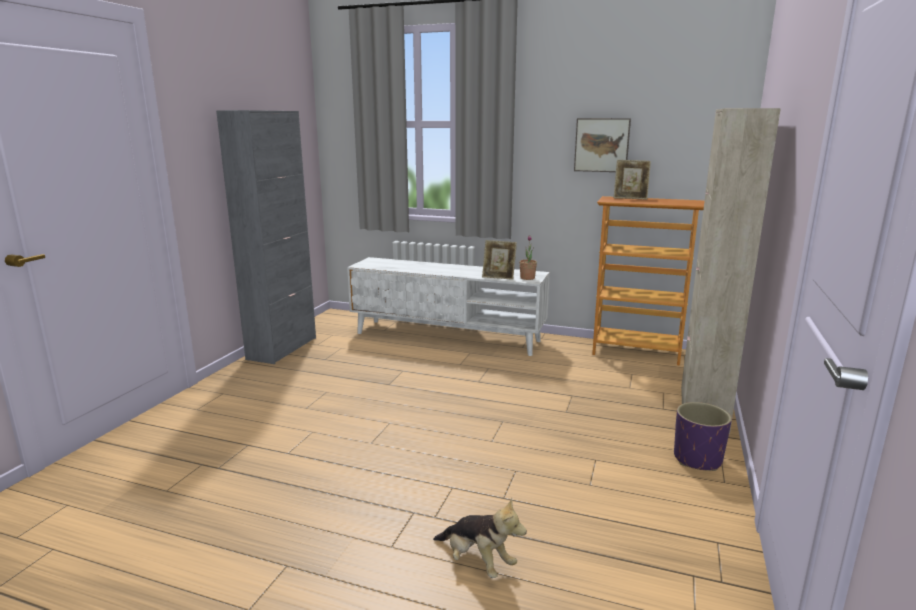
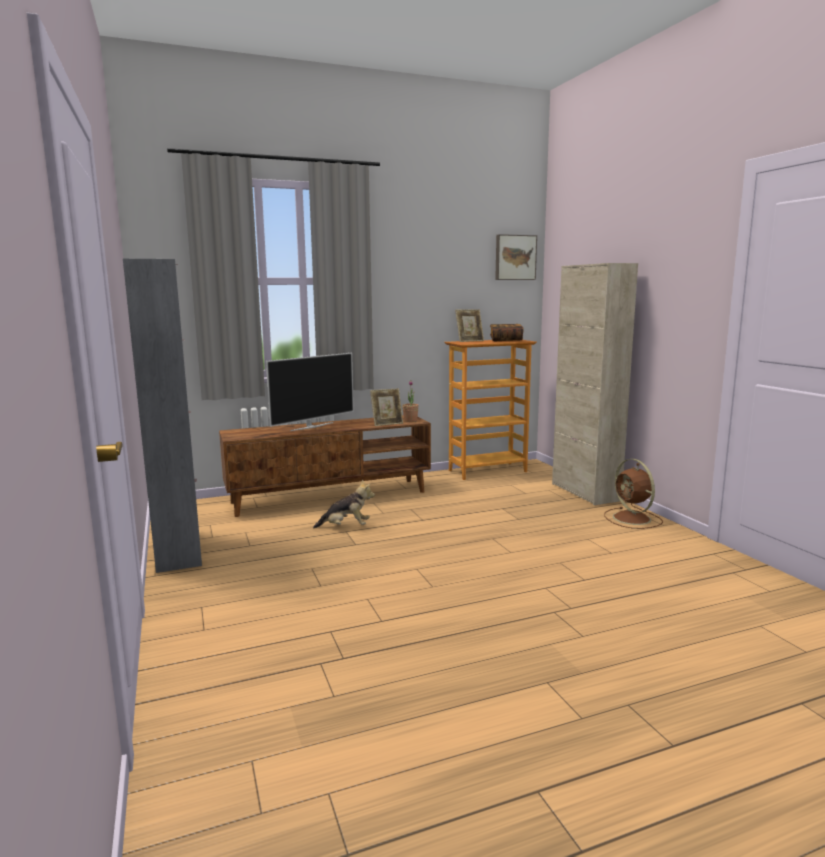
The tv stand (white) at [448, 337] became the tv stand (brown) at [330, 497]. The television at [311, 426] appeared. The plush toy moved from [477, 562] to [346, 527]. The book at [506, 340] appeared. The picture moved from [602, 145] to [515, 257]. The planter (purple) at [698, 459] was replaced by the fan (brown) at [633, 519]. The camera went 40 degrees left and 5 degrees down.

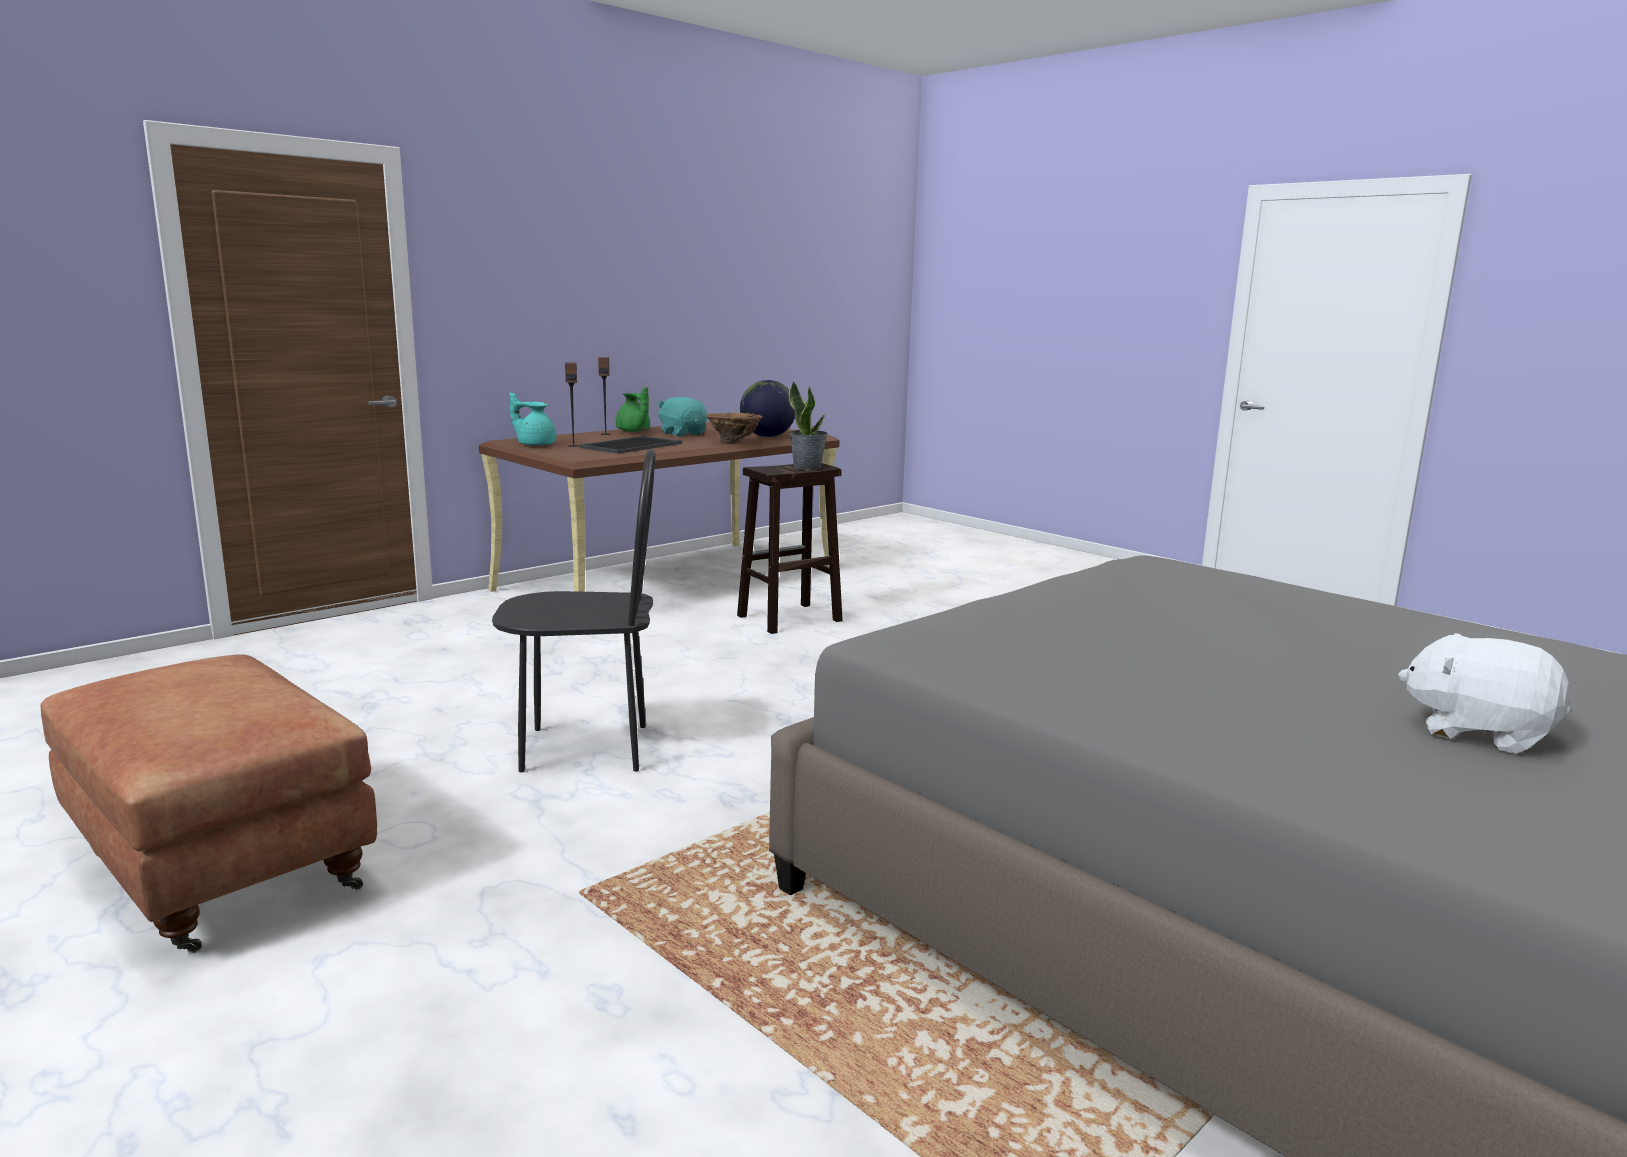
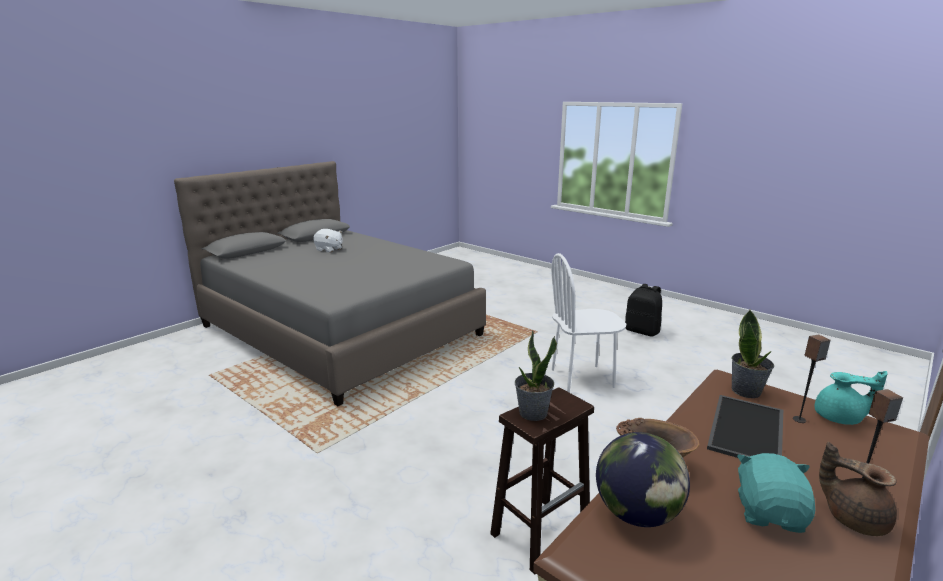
The chair (black) at [585, 748] became the chair (white) at [582, 378]. The ottoman (brown) at [218, 869] was replaced by the backpack (black) at [642, 331]. The potted plant at [746, 391] appeared. The plush toy (turquoise) at [683, 434] turned 120 degrees counterclockwise. The teapot (green) at [634, 431] became the teapot (brown) at [853, 518]. The camera went 175 degrees right and 5 degrees up.

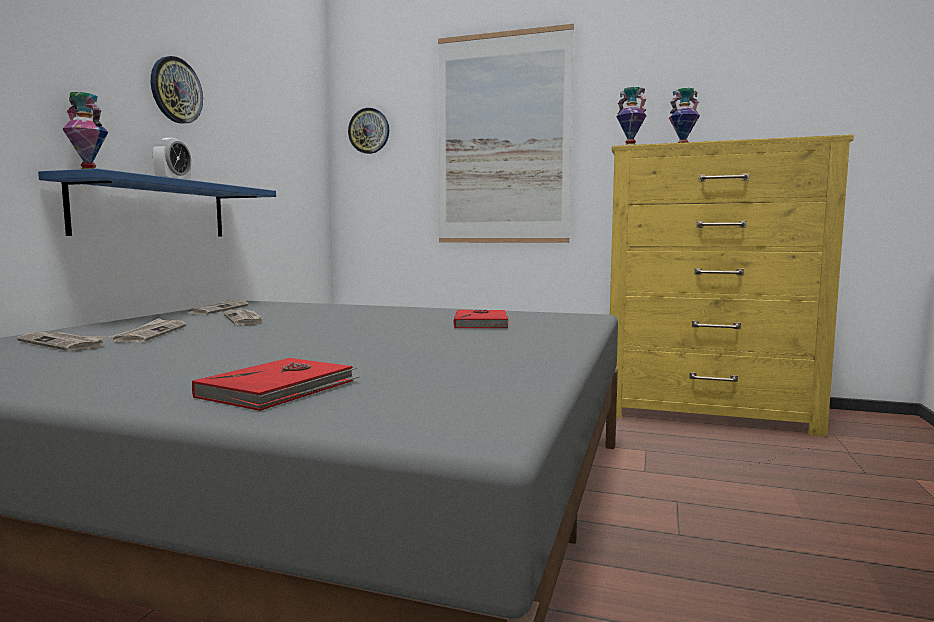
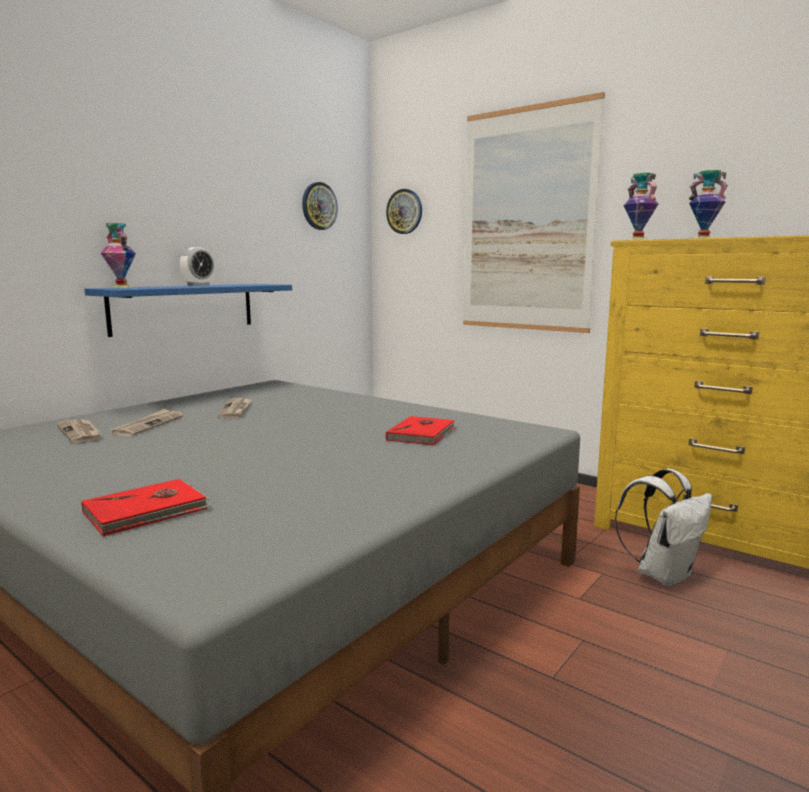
The wall clock moved from [176, 90] to [319, 206]. The backpack (white) at [663, 574] appeared. The newspaper at [218, 309] disappeared. The camera went 20 degrees right and 5 degrees up.

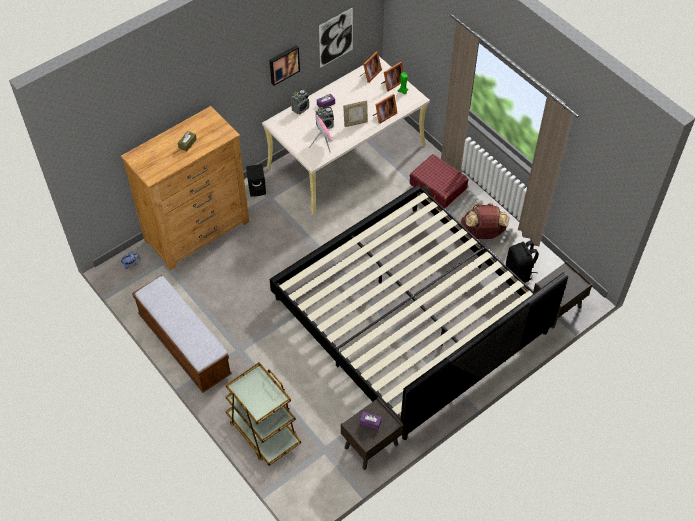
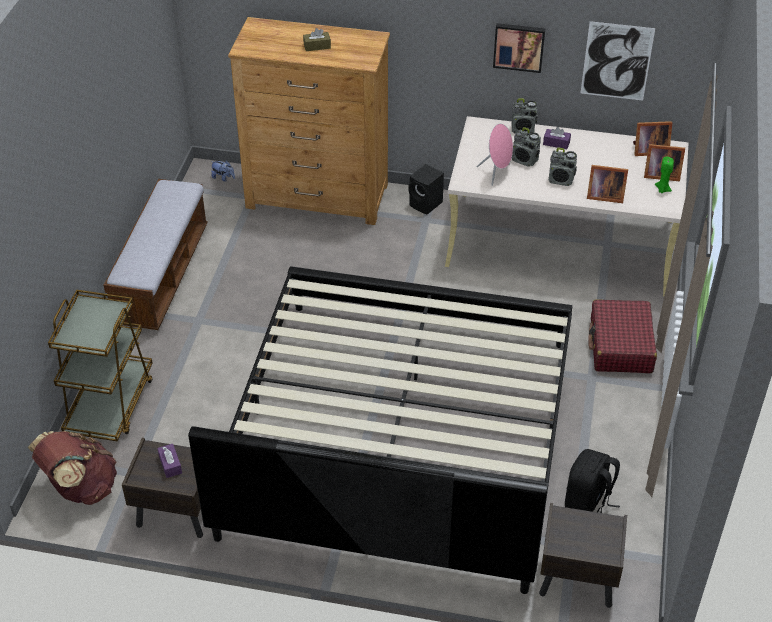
The backpack (brown) moved from [482, 233] to [81, 488]. The picture frame at [355, 123] was replaced by the radio at [561, 180]. The camera went 50 degrees right and 10 degrees down.

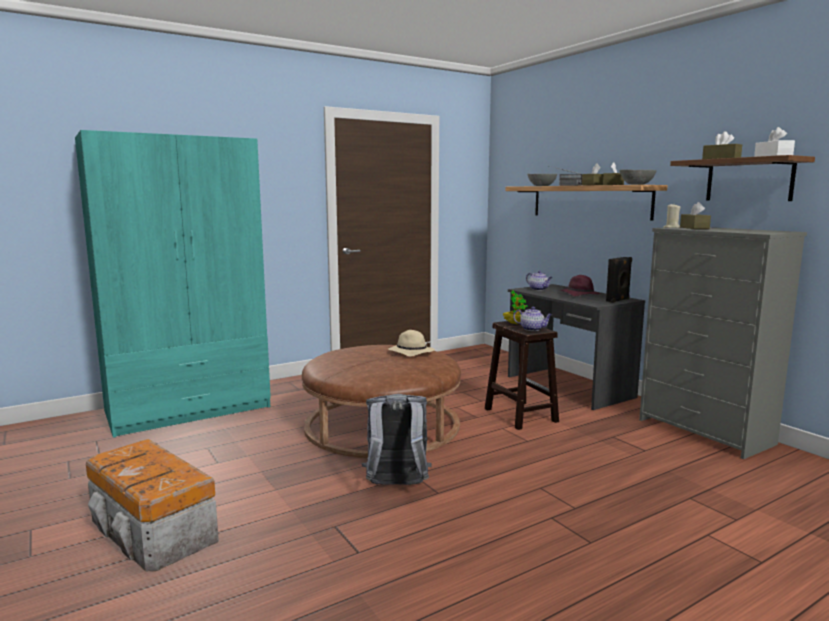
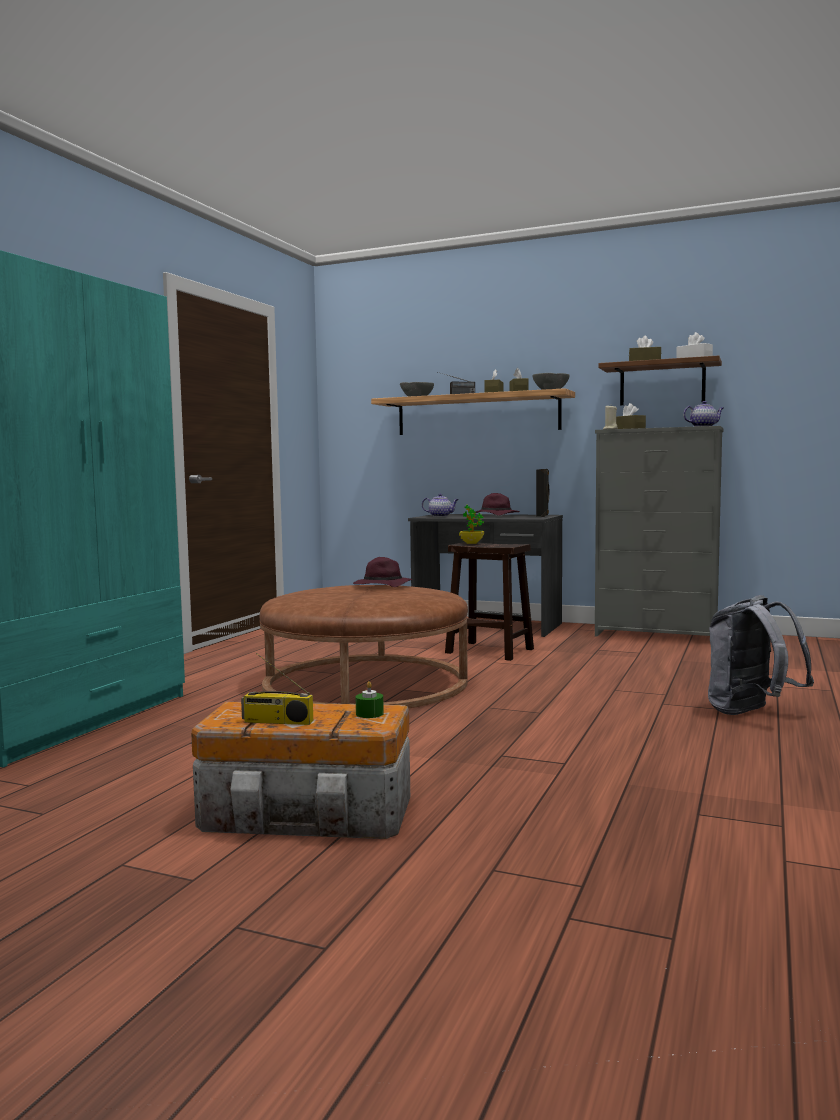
The radio at [276, 722] appeared. The hat (beige) at [410, 352] became the hat (purple) at [382, 586]. The candle (green) at [369, 714] appeared. The teapot moved from [532, 329] to [703, 427]. The backpack (grey) moved from [396, 486] to [751, 713]. The camera went 35 degrees left and 5 degrees down.

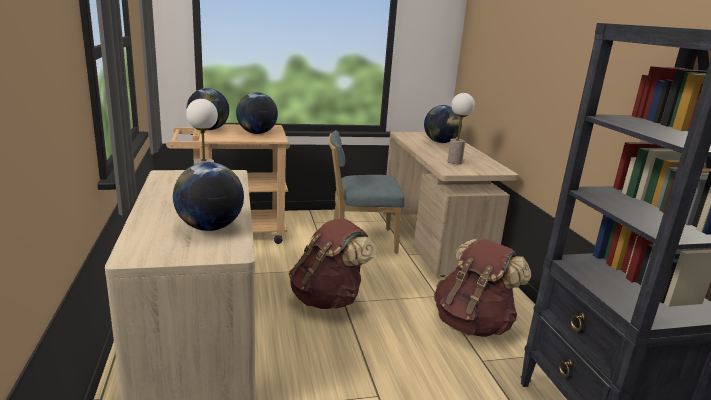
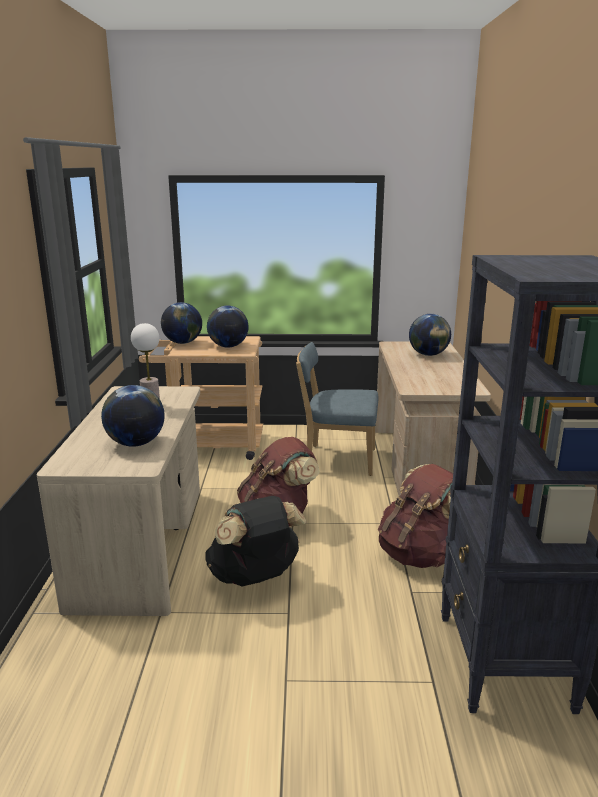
The backpack (black) at [255, 577] appeared. The table lamp at [454, 162] disappeared. The camera went 15 degrees right and 0 degrees up.

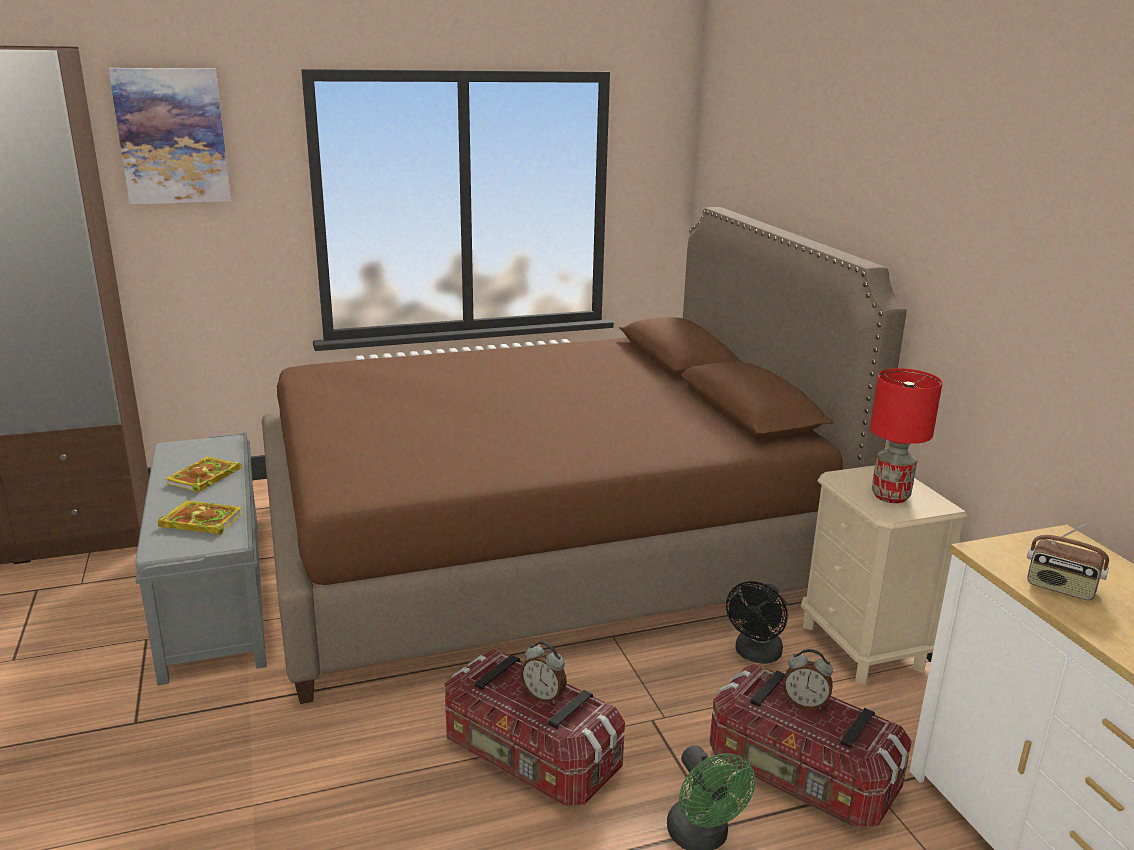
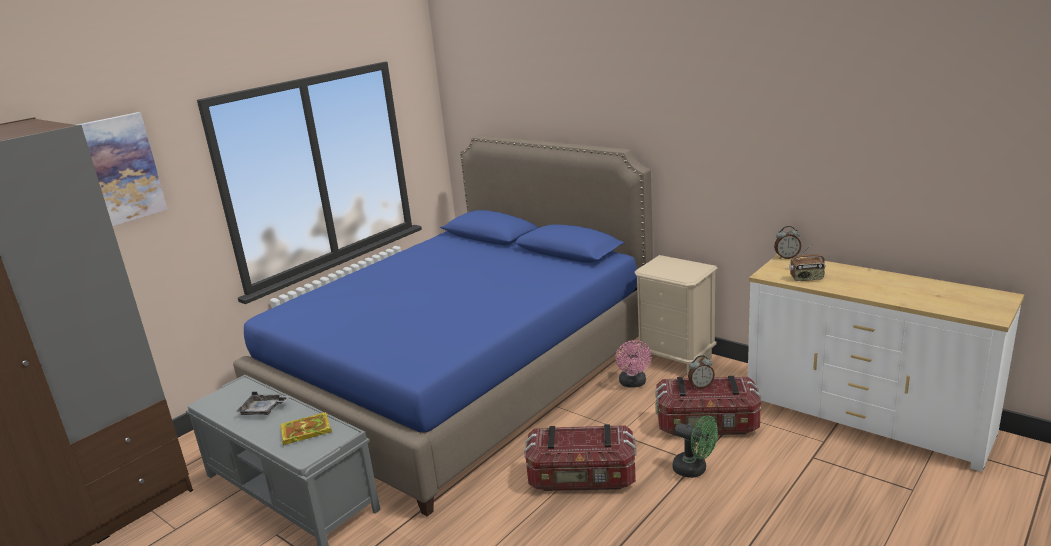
The bed (brown) at [540, 548] became the bed (blue) at [463, 379]. The book at [203, 478] was replaced by the tray (grey) at [263, 410]. The fan (black) at [755, 655] became the fan (pink) at [633, 383]. The alarm clock moved from [543, 696] to [786, 257]. The table lamp (red) at [889, 496] disappeared. The camera went 30 degrees left and 0 degrees up.

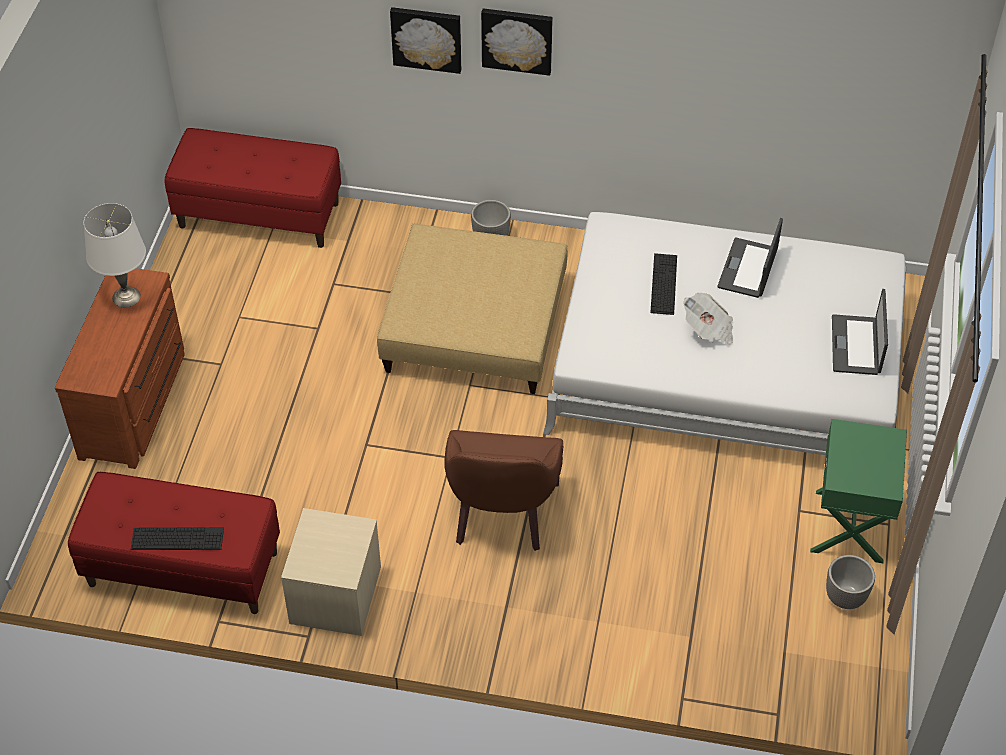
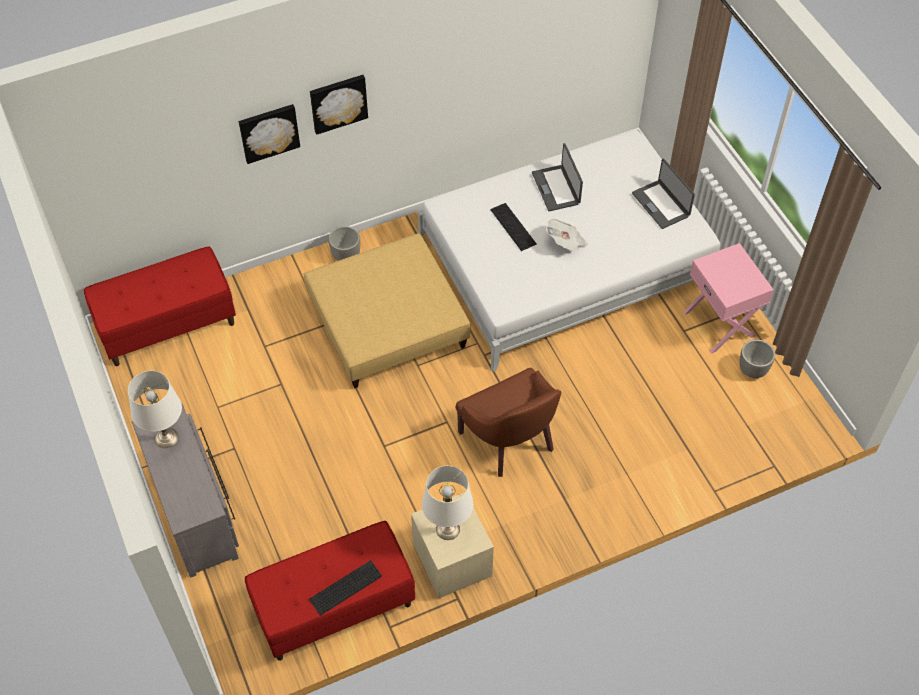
The dresser (brown) at [136, 403] became the dresser (grey) at [197, 511]. The table lamp (white) at [447, 529] appeared. The nightstand (green) at [850, 526] became the nightstand (pink) at [720, 323]. The camera went 35 degrees left and 5 degrees up.

